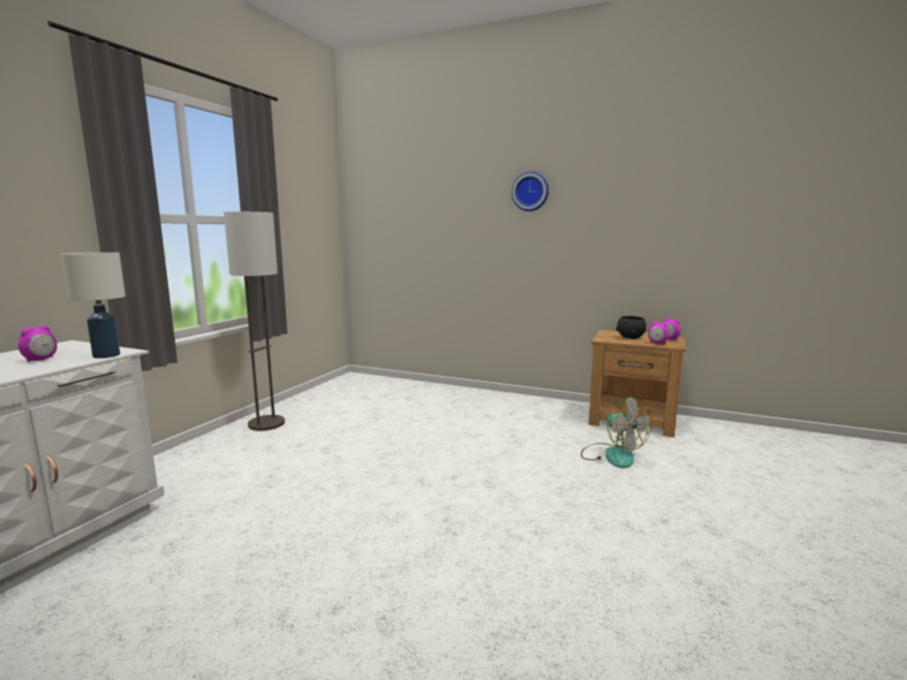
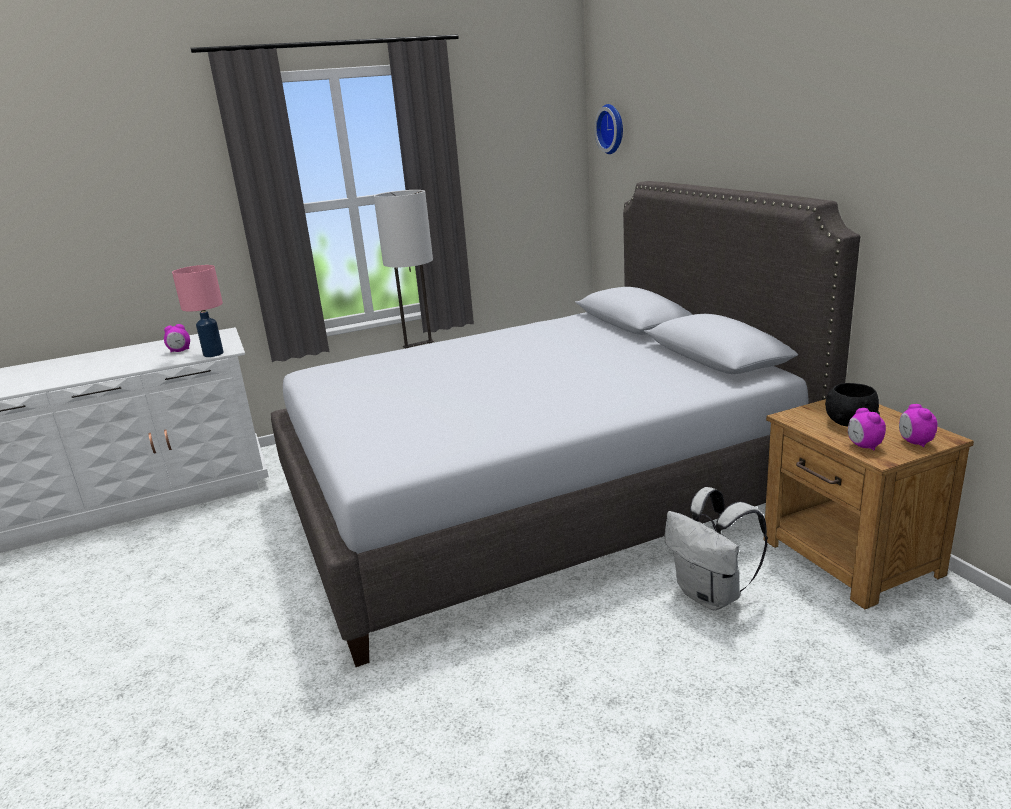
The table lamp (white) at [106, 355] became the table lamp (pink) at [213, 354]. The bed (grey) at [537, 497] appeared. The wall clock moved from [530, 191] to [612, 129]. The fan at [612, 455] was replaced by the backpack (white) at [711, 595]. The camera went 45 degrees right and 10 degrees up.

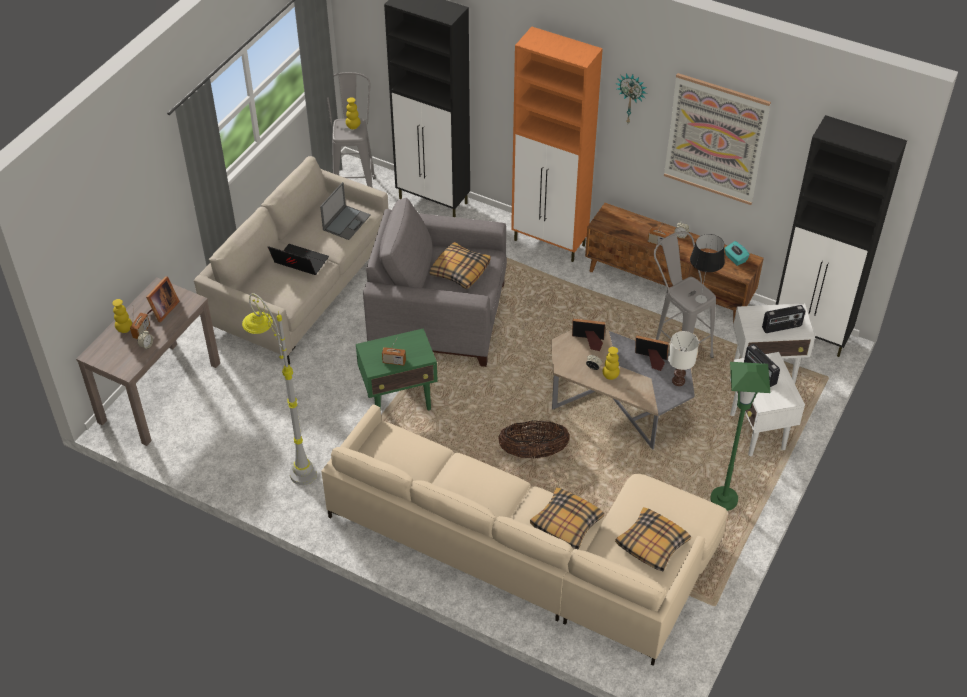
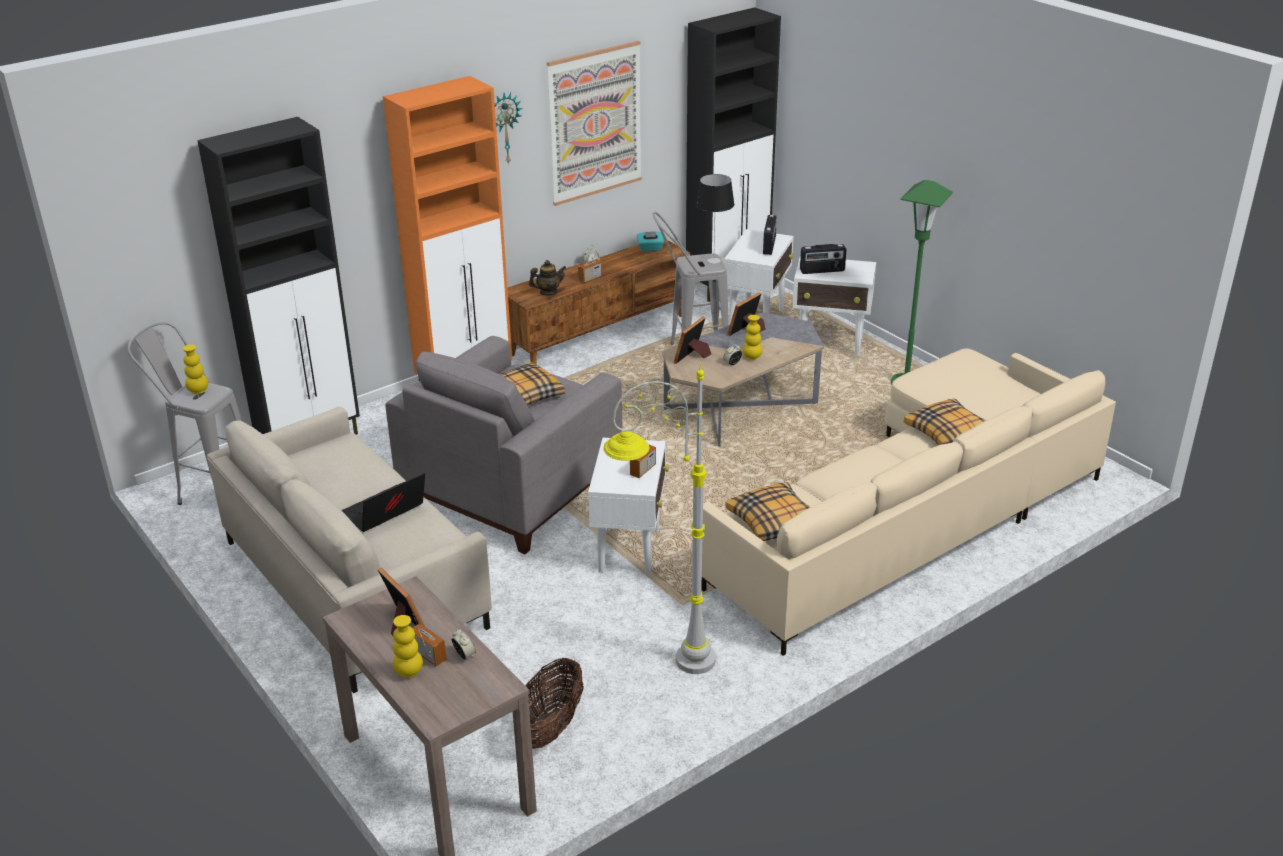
The basket moved from [533, 452] to [550, 727]. The teapot at [548, 292] appeared. The side table (green) at [400, 403] became the side table (white) at [629, 550]. The pillow moved from [651, 544] to [773, 521]. The laptop at [346, 222] disappeared. The table lamp (white) at [678, 381] disappeared. The camera went 65 degrees left and 15 degrees down.

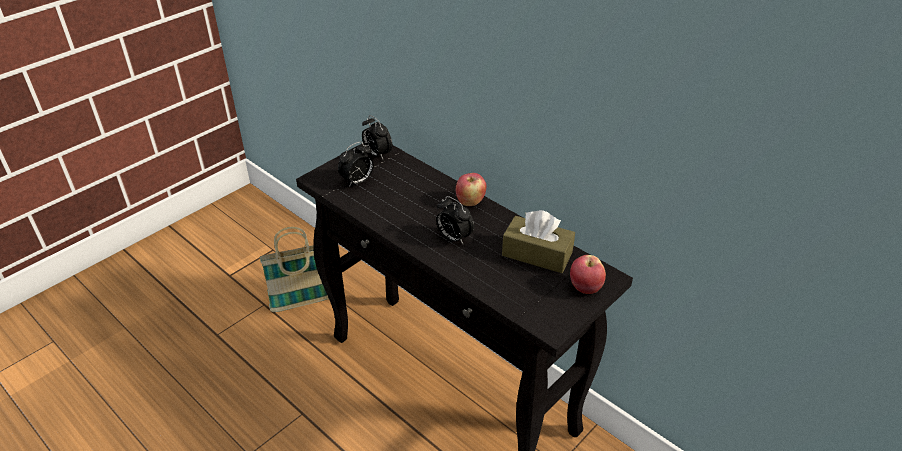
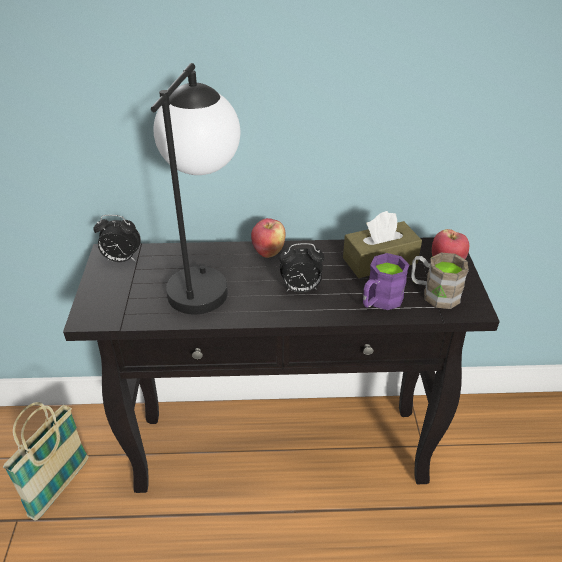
The table lamp at [205, 278] appeared. The mug (purple) at [379, 301] appeared. The mug (brown) at [433, 293] appeared. The alarm clock at [357, 181] disappeared. The camera went 45 degrees left and 0 degrees up.

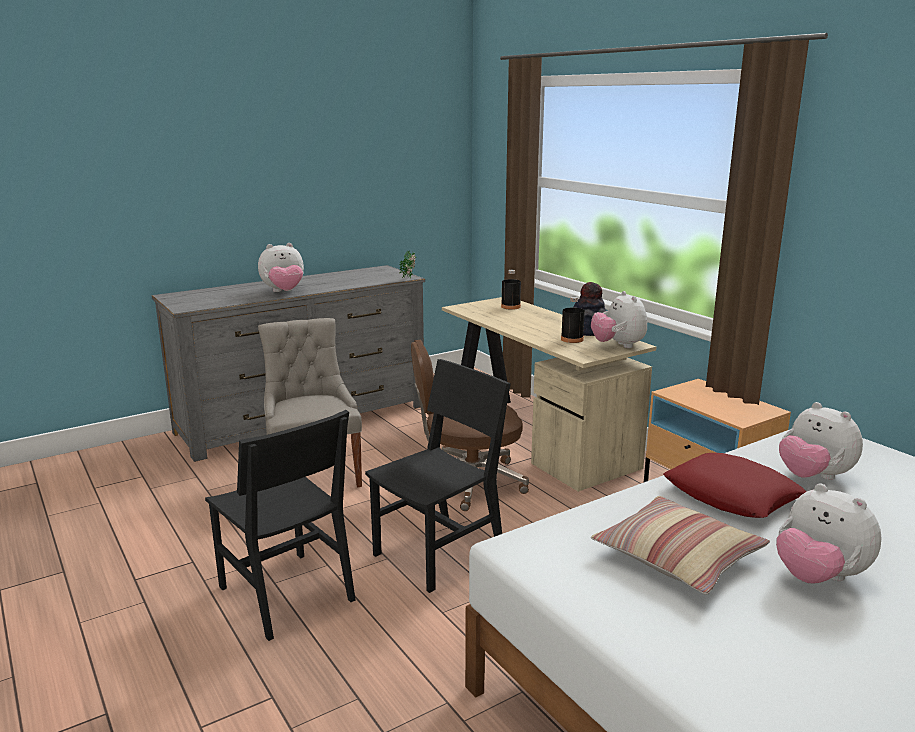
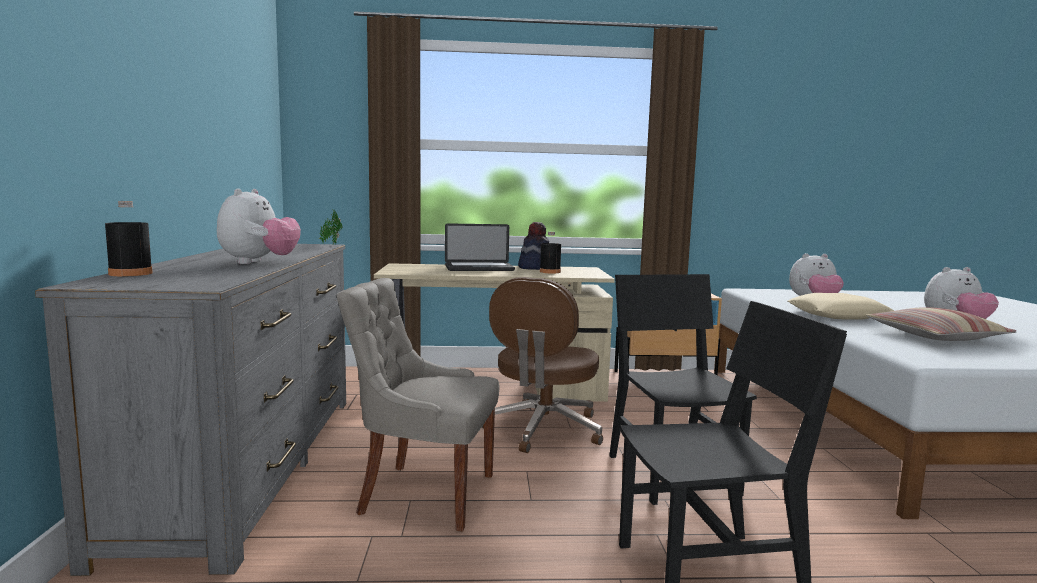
The bottle (black) moved from [510, 307] to [130, 273]. The laptop at [479, 268] appeared. The pillow (red) at [732, 495] became the pillow (beige) at [838, 315]. The plush toy at [618, 345] disappeared. The camera went 60 degrees left and 10 degrees down.

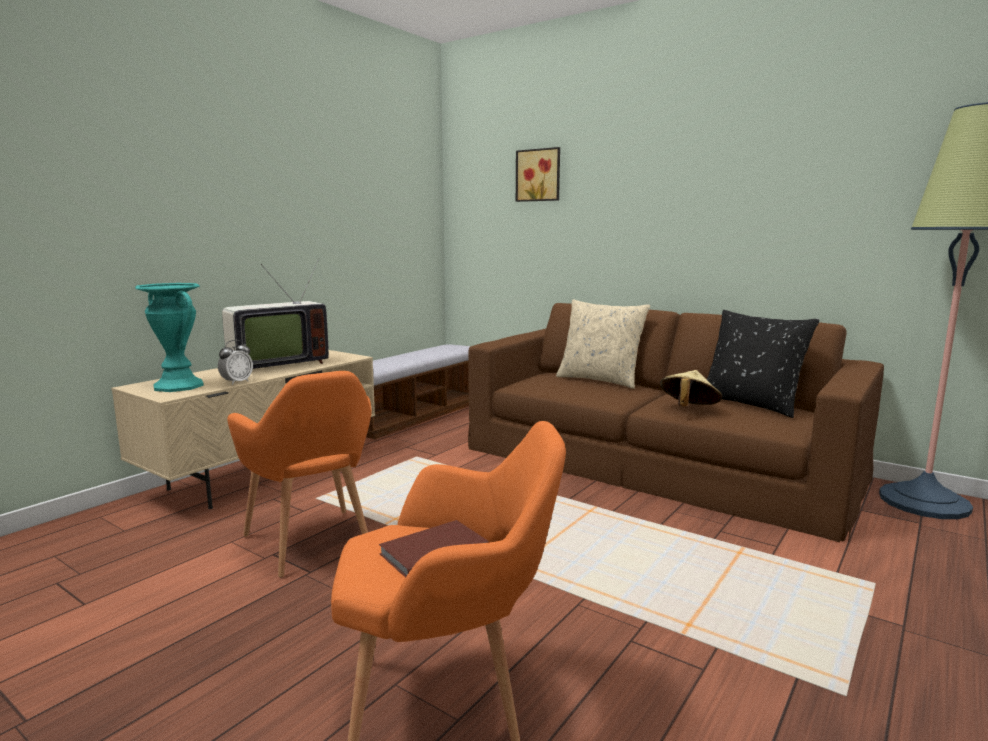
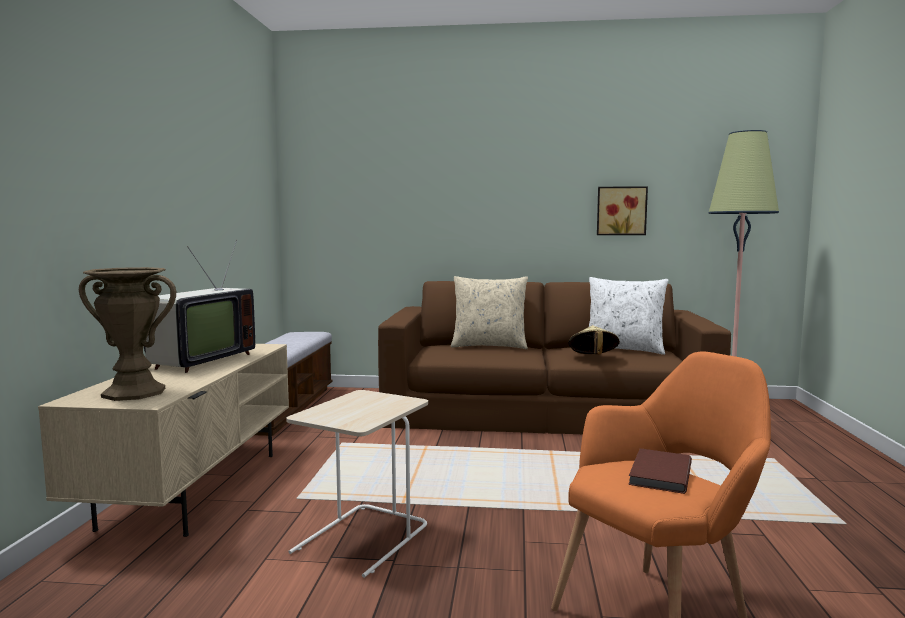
The vase (turquoise) at [178, 386] became the vase (brown) at [133, 392]. The armchair (orange) at [313, 547] was replaced by the side table (beige) at [363, 539]. The pillow (black) at [751, 404] became the pillow (white) at [624, 349]. The picture moved from [539, 175] to [621, 211]. The alarm clock at [237, 382] disappeared. The camera went 30 degrees left and 5 degrees down.

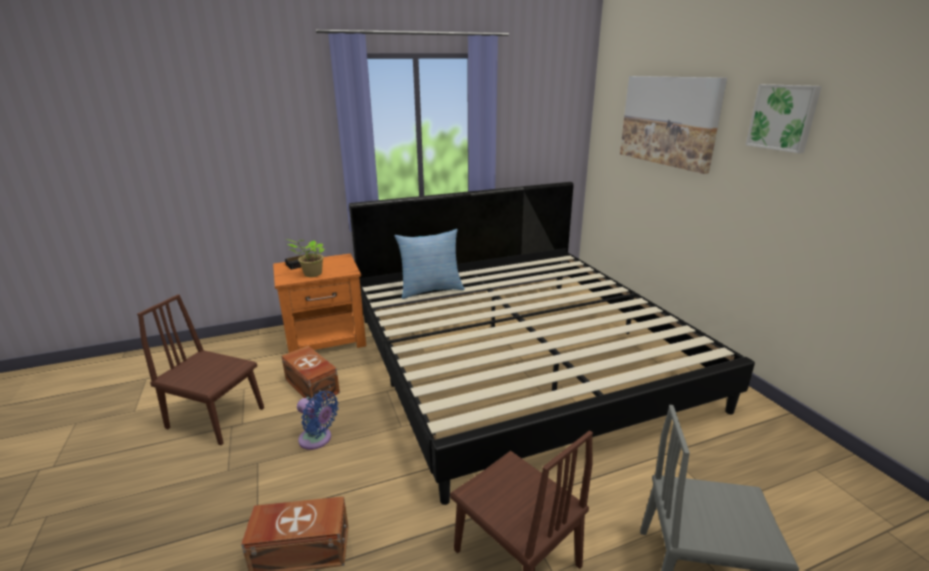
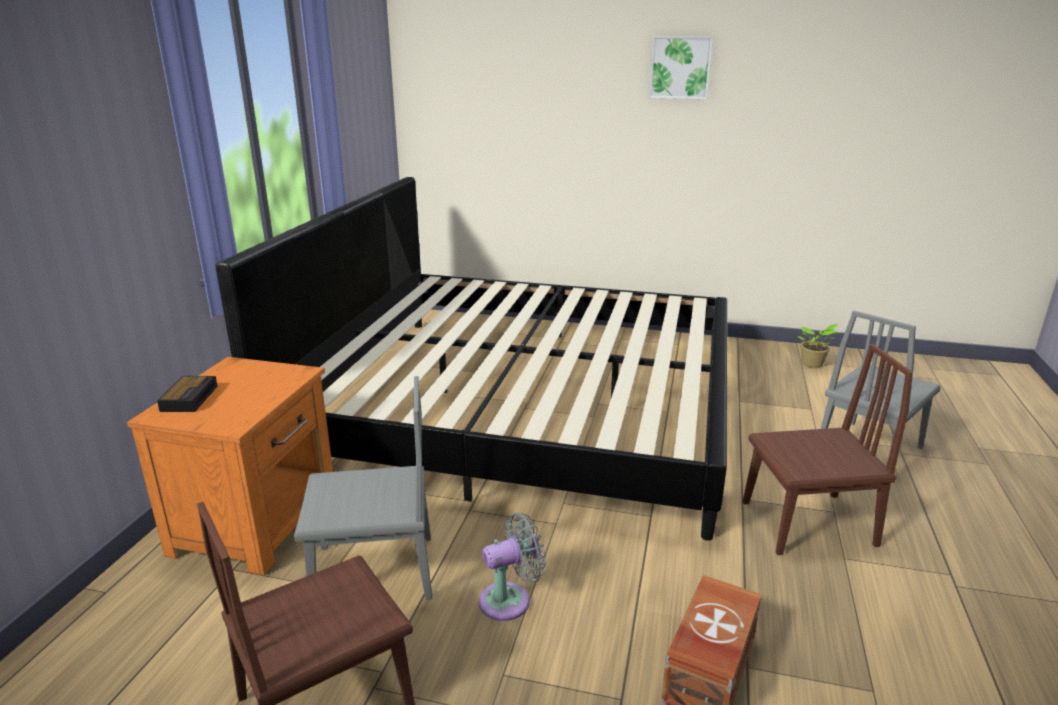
The storage box (brown) at [311, 387] was replaced by the chair (grey) at [373, 572]. The fan (blue) at [317, 439] became the fan (grey) at [510, 600]. The potted plant moved from [311, 274] to [812, 365]. The pillow at [430, 290] disappeared. The picture at [668, 121] disappeared. The camera went 55 degrees left and 0 degrees up.

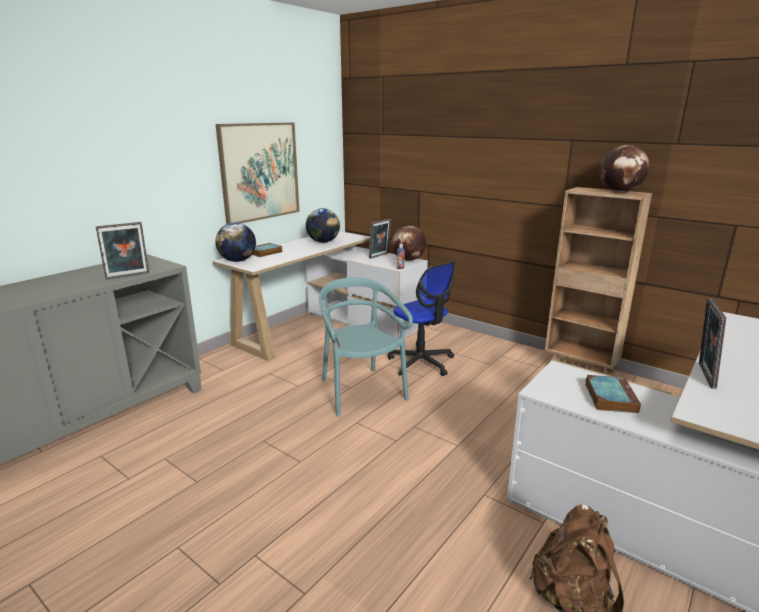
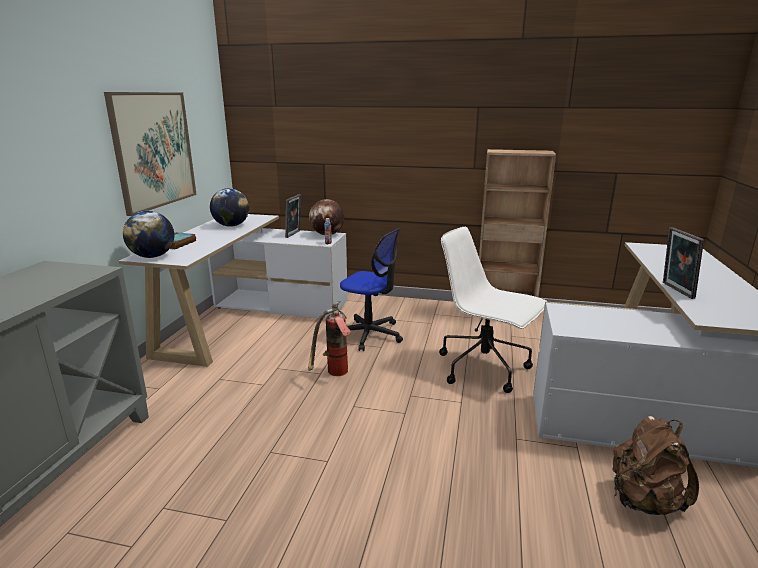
The chair (turquoise) at [361, 391] was replaced by the fire extinguisher at [334, 375]. The office chair (white) at [485, 368] appeared. The picture frame at [128, 276] disappeared. The book at [609, 397] disappeared. The globe at [620, 192] disappeared. The camera went 25 degrees left and 0 degrees up.

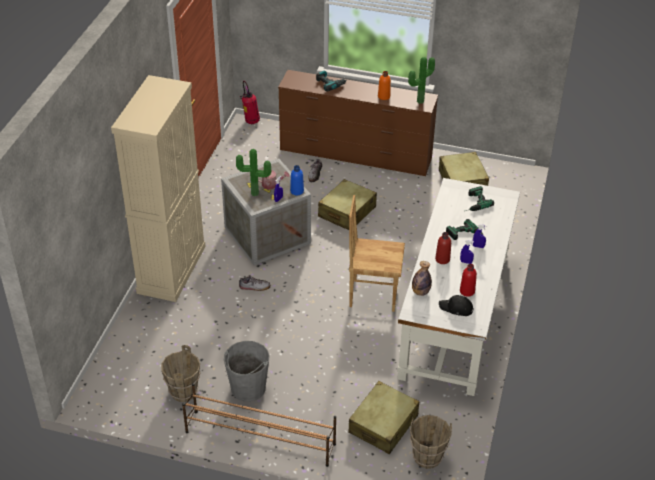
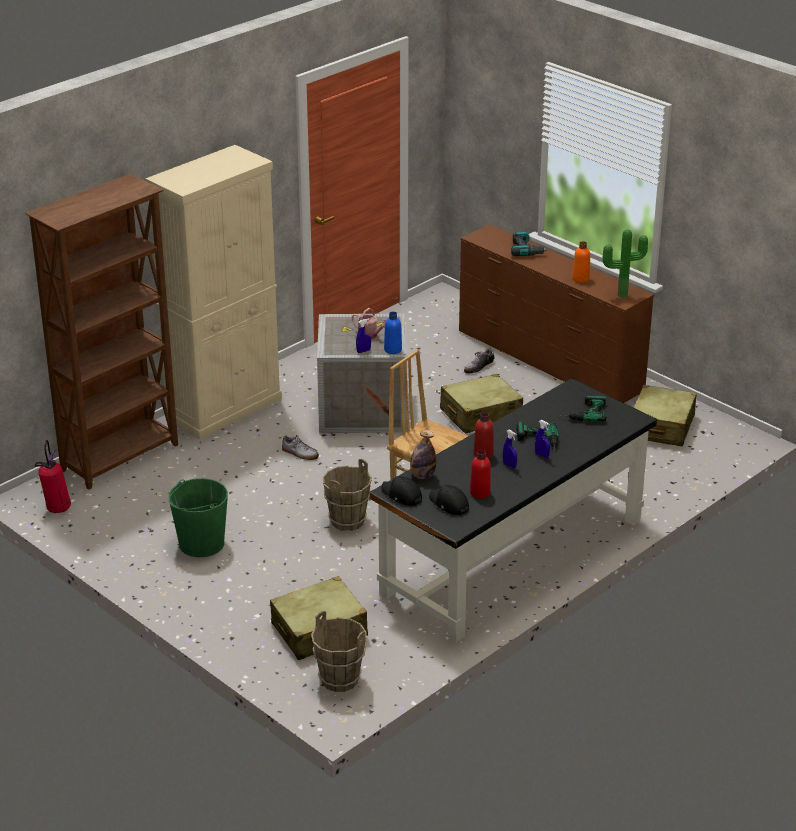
The bookcase (brown) at [121, 458] appeared. The fire extinguisher moved from [251, 121] to [57, 508]. The bucket (grey) at [248, 388] became the bucket (green) at [201, 543]. The bucket (brown) moved from [183, 392] to [347, 521]. The desk (white) at [455, 315] became the desk (black) at [513, 557]. The cap (black) at [401, 495] appeared. The shoe rack (brown) at [259, 437] disappeared. The potted plant at [254, 194] disappeared. The camera went 30 degrees right and 10 degrees down.

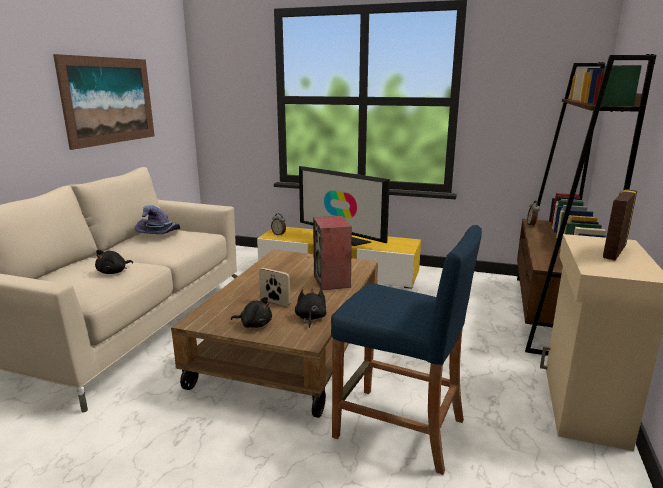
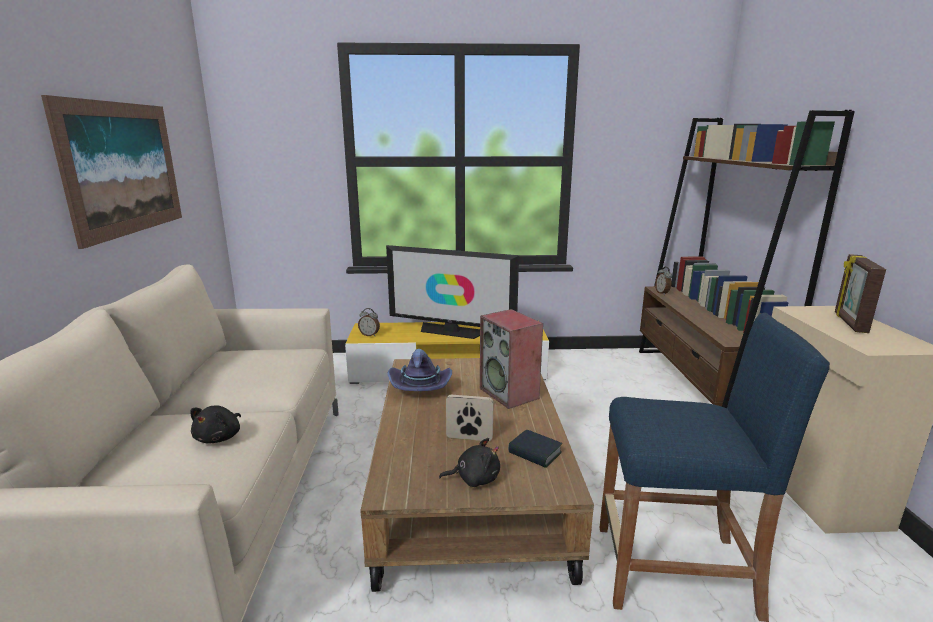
The hat (purple) moved from [160, 235] to [420, 387]. The plush toy (black) at [310, 318] was replaced by the book at [535, 453]. The camera went 20 degrees left and 0 degrees up.

